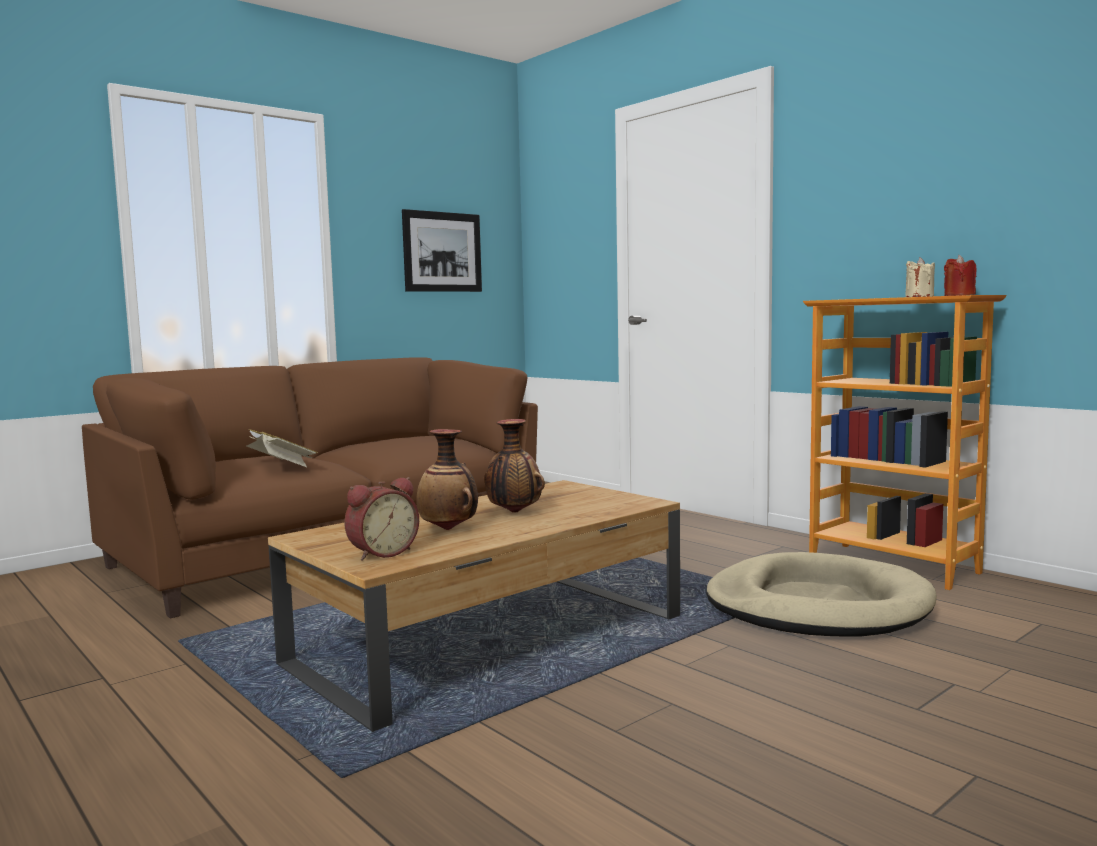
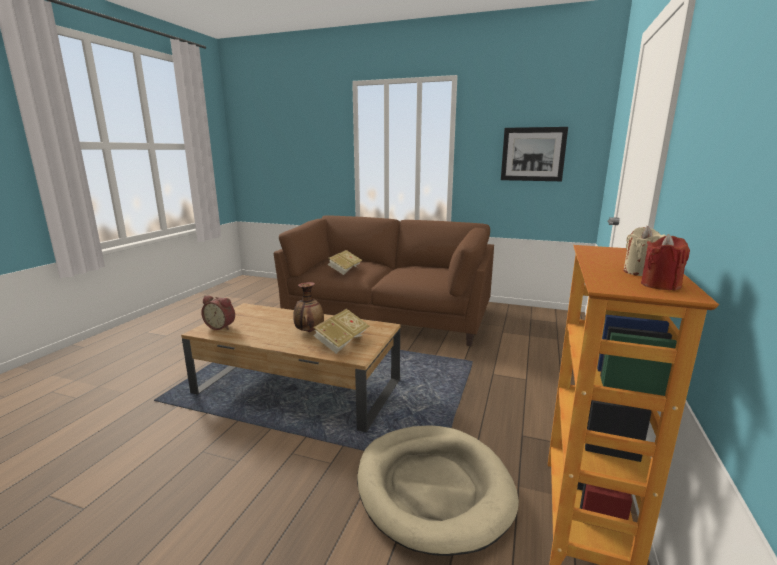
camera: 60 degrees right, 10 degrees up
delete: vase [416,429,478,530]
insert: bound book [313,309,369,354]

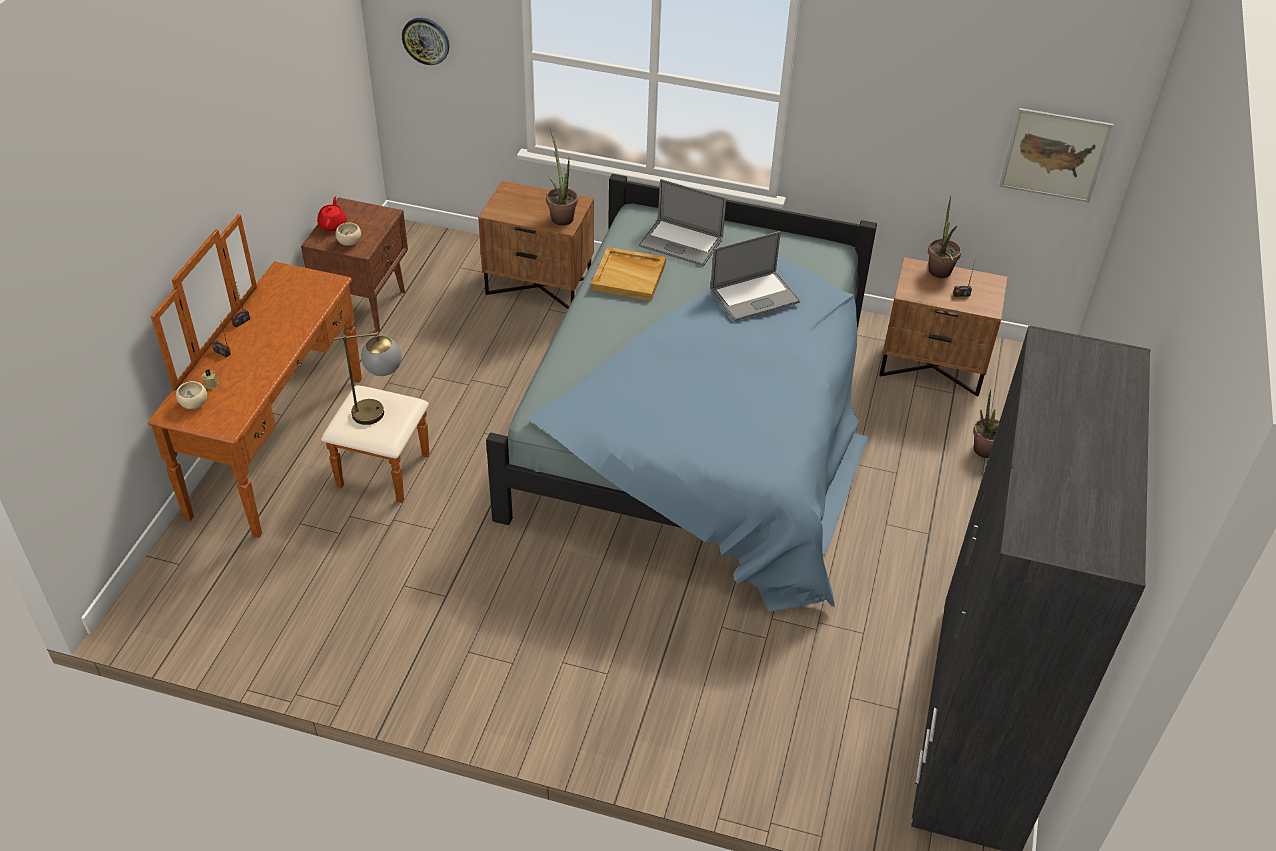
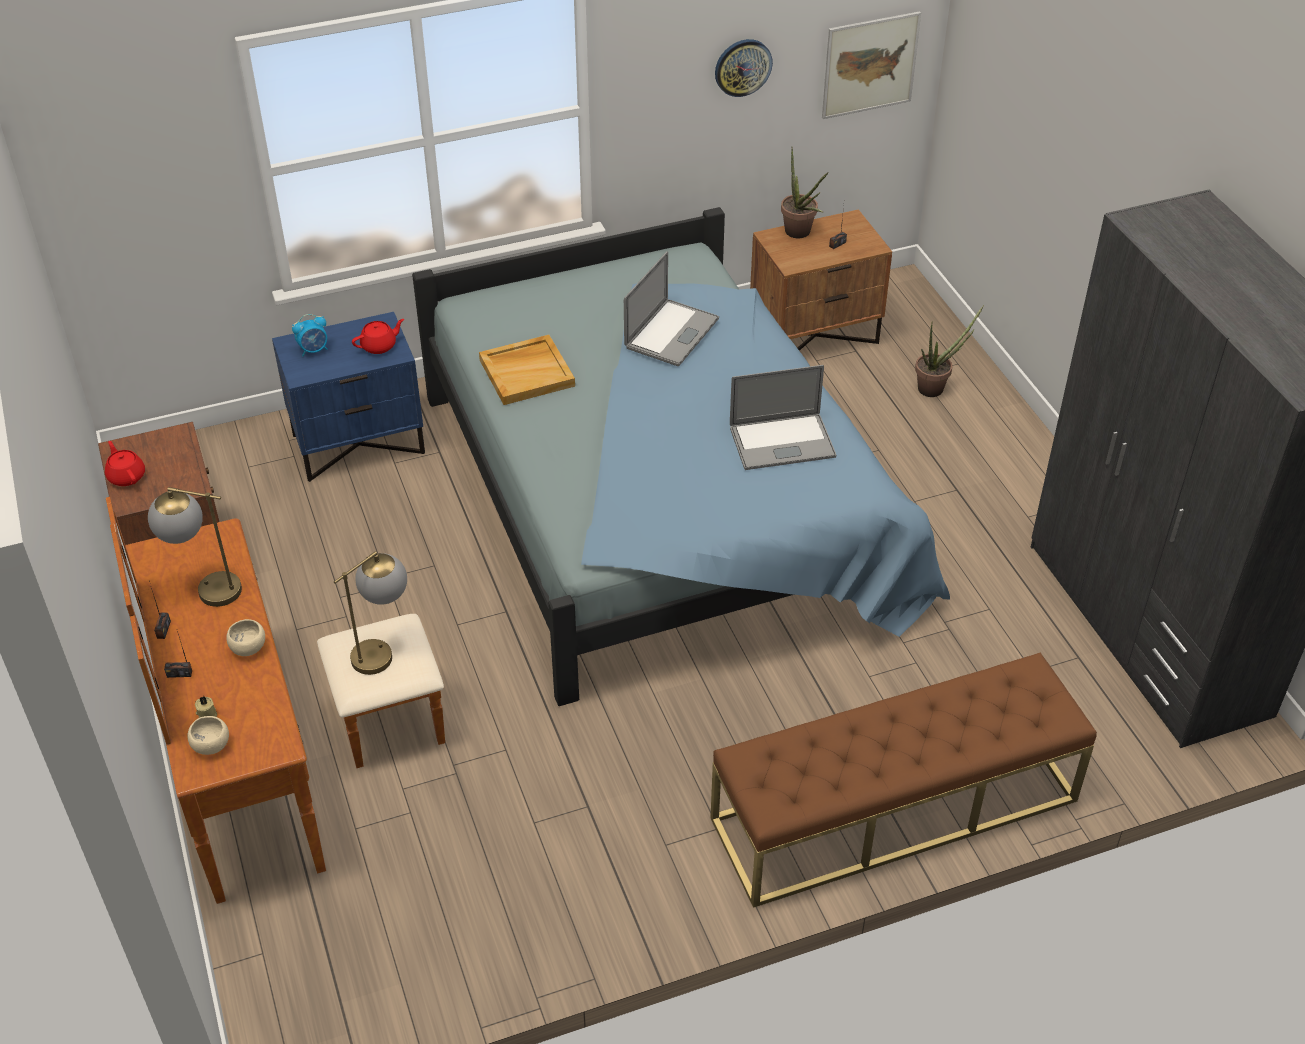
camera: 35 degrees left, 0 degrees up
insert: lamp for a table [148,487,242,607]; bedside clock [292,314,328,357]; brownish indoor bench [710,652,1097,908]
move: beige deep dish [336,223,361,246] to [226,619,265,656]; wall clock [402,18,449,65] to [715,39,773,97]; laptop [639,179,726,266] to [730,365,836,470]
replace: plant in a pot [546,128,578,226] to reddish pot for tea [352,319,404,354]
recolor: brownish nightstand [478,181,594,309] to blue nightstand [272,312,425,482]

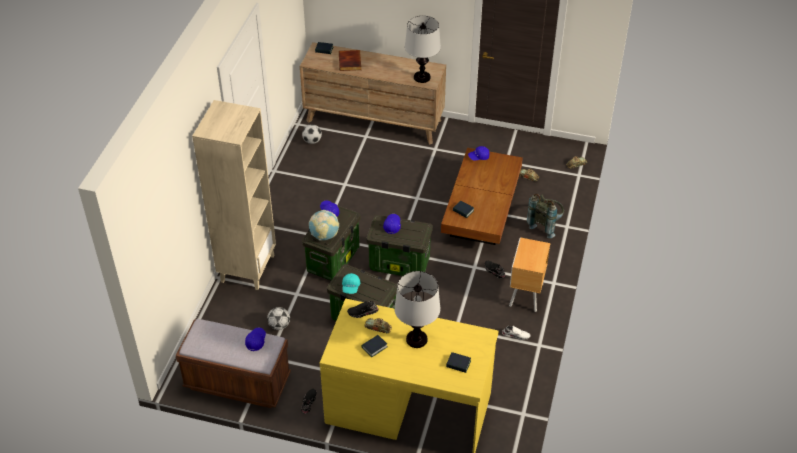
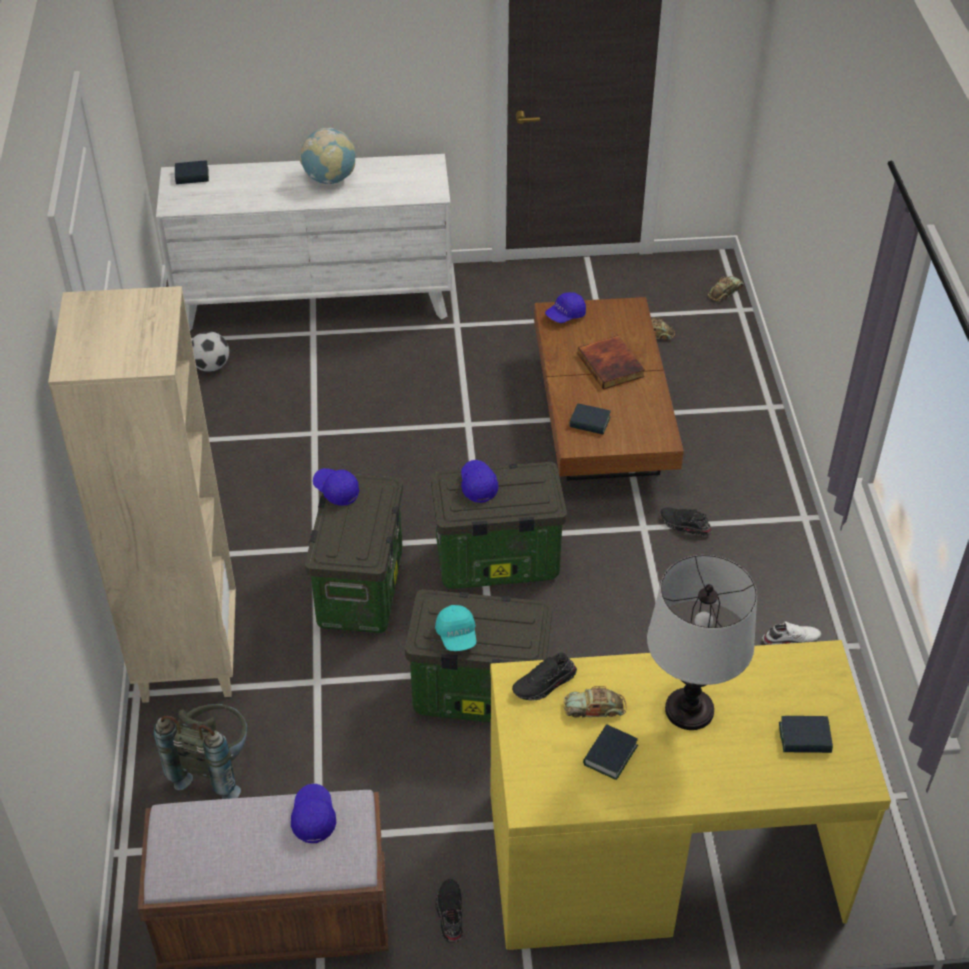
camera: 20 degrees left, 0 degrees up
delete: football ball [267,307,290,330]; lamp for a table [405,16,441,83]; brownish nightstand [509,238,550,312]
move: greyish backpack [527,194,564,239] to [154,704,247,799]; globe [309,210,339,240] to [299,128,355,184]; bound book [339,50,361,71] to [578,335,645,389]
recolor: brownish drawer chest [300,42,446,144] to white-coloured drawer chest [156,154,452,331]

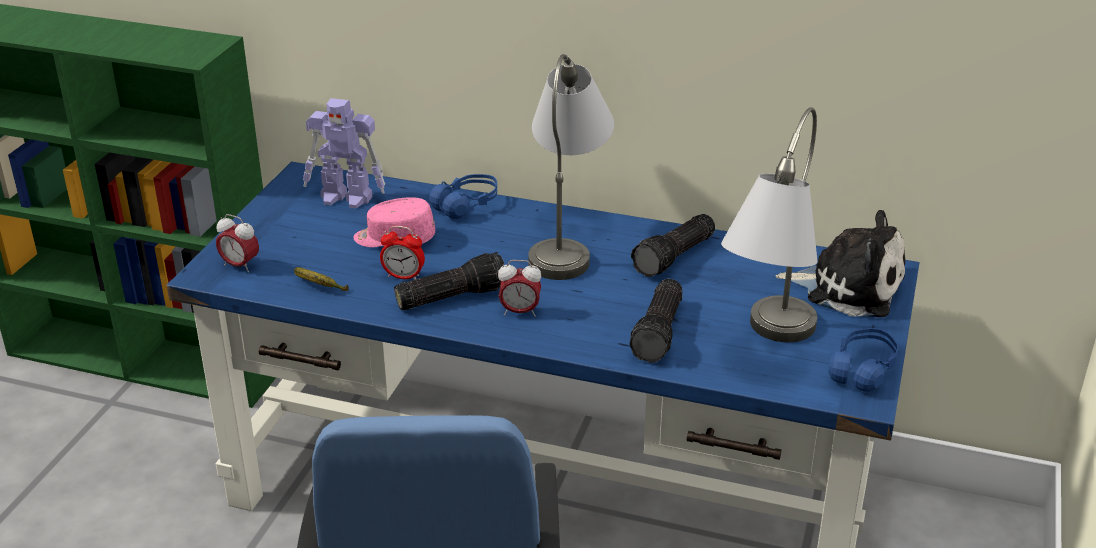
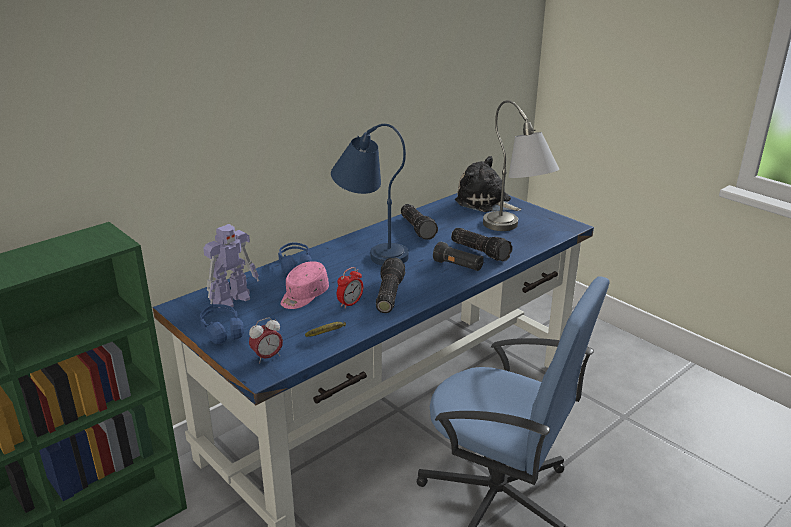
camera: 60 degrees left, 5 degrees down
delete: bedside clock [498,260,541,317]
insert: black-coloured hand torch [433,242,484,271]
move: blue headphones [829,328,899,392] to [200,304,244,344]
recolor: greyish lamp for a table [528,54,614,280] to blue lamp for a table [331,124,409,265]
rotate: soft toy [775,210,905,317] = [455,156,521,212] 105 degrees counterclockwise

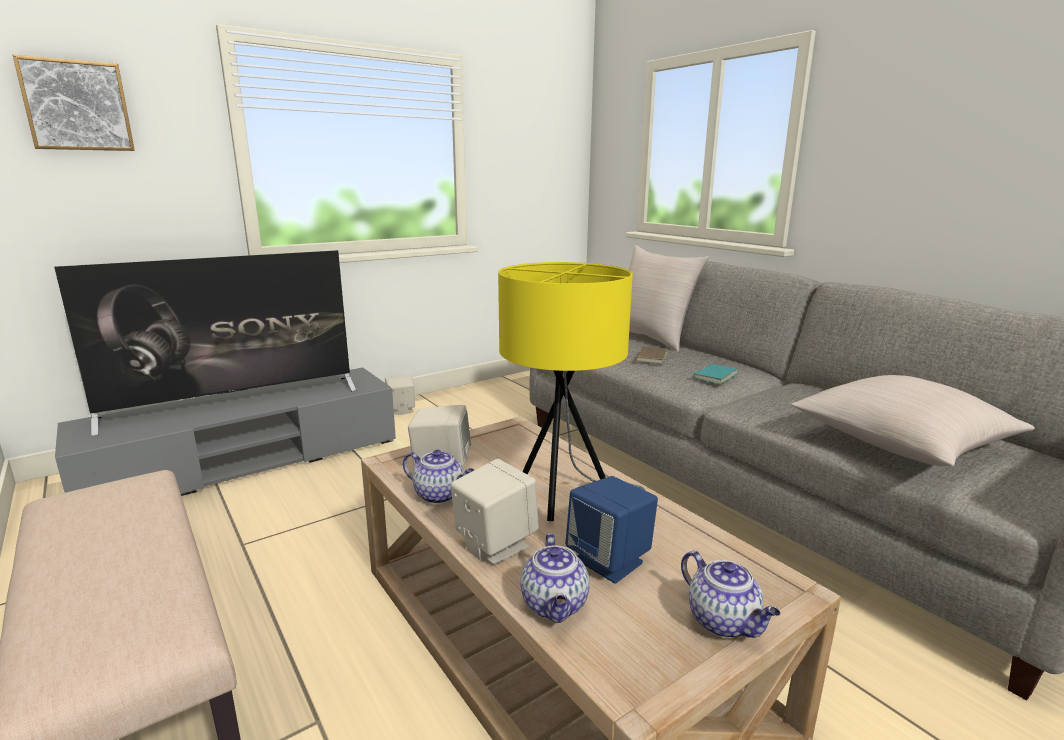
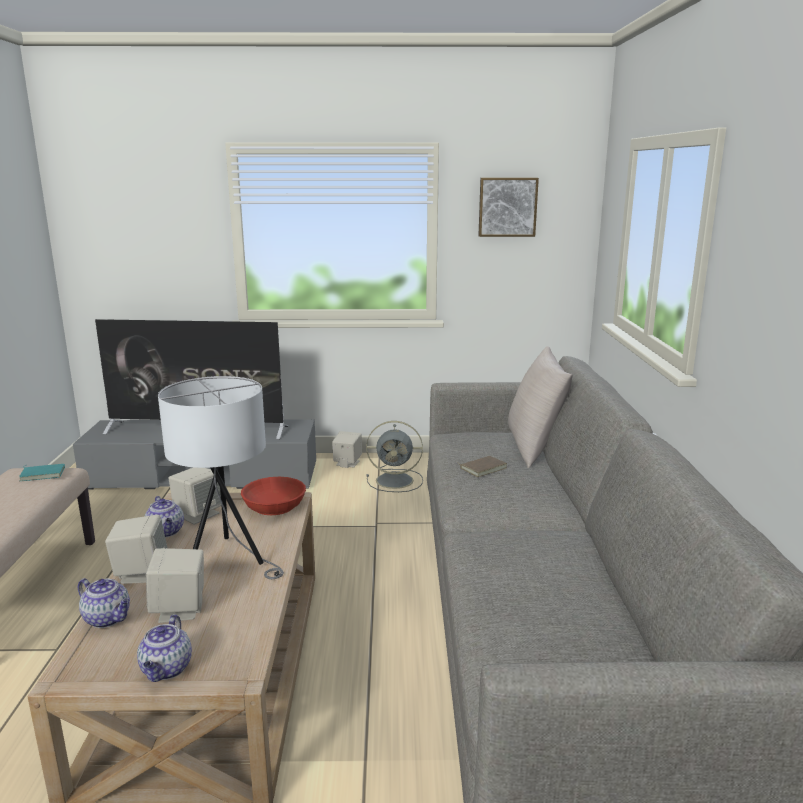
camera: 35 degrees right, 0 degrees up
delete: beige throw pillow [791,375,1035,466]
insert: reddish deep dish [241,477,306,515]; greyish fan [366,421,423,492]
move: turquoise bound book [690,364,738,384] to [19,464,65,481]; wall picture [13,55,135,151] to [478,178,539,237]
recolor: blue loudspeaker [565,476,658,583] to beige loudspeaker [146,548,204,623]; yellow-coloured lamp for a table [498,262,646,521] to white-coloured lamp for a table [158,376,284,579]
rotate: pot for tea [520,533,590,623] = [78,578,130,628] 90 degrees counterclockwise

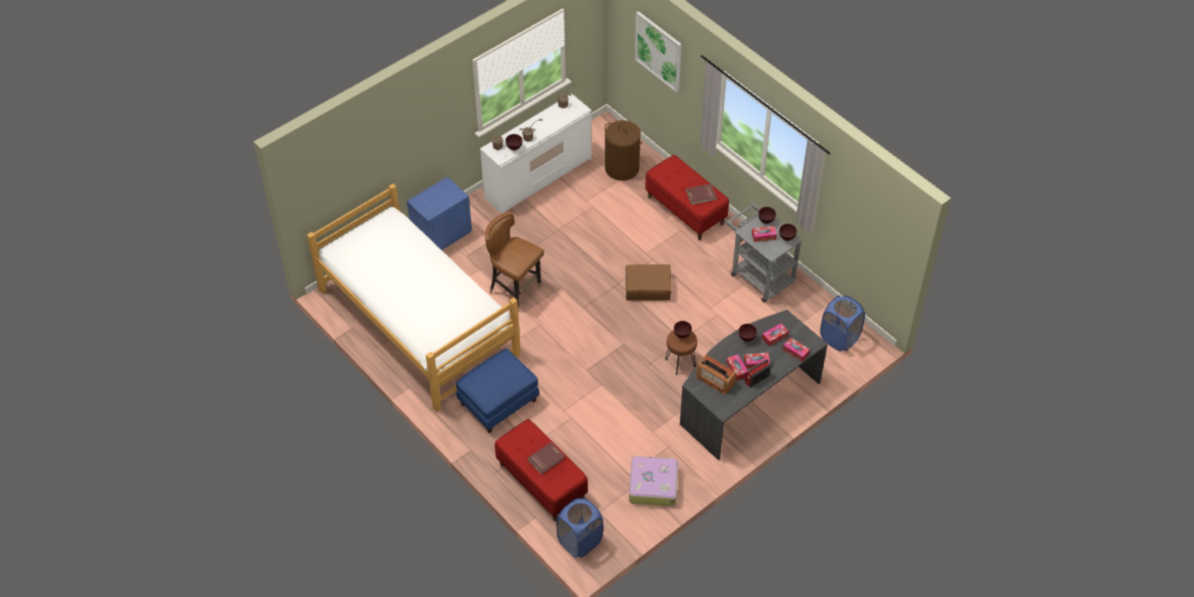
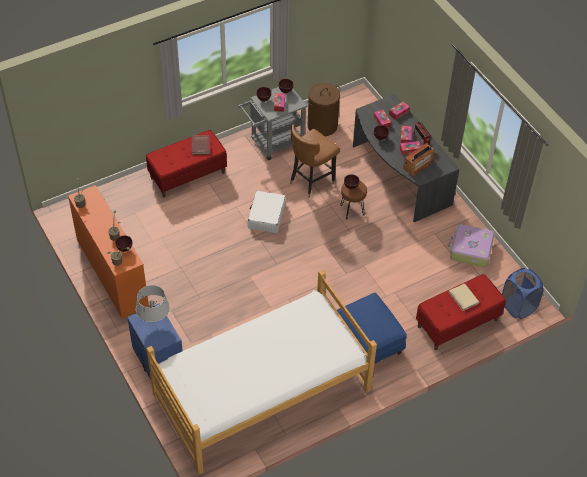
camera: 80 degrees left, 0 degrees up
delete: wall picture [635,11,682,93]; blue laundry basket [820,296,865,351]
insert: greyish lamp for a table [136,285,170,322]
move: brownish plain chair [485,212,544,308] to [290,124,340,199]; brownish laundry basket [604,120,642,181] to [307,83,340,136]
recolor: white-coloured drawer chest [480,94,592,214] to orangey drawer chest [68,185,149,318]; brownish suitcase [626,264,671,300] to white-coloured suitcase [248,191,286,233]; reddish bound book [528,442,565,474] to beige bound book [449,283,479,311]

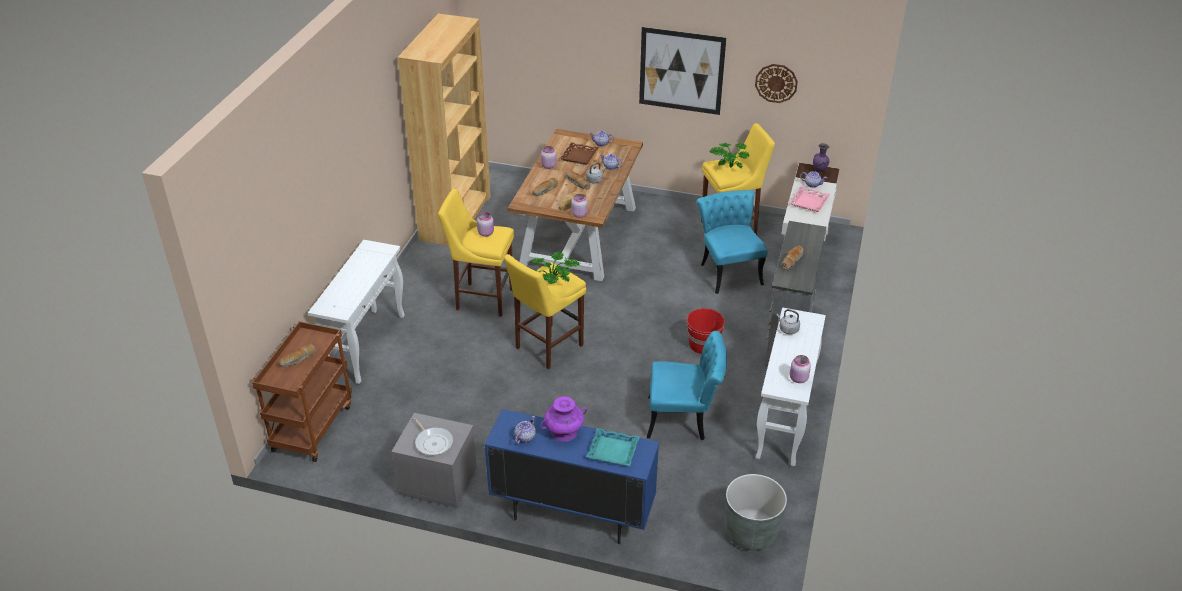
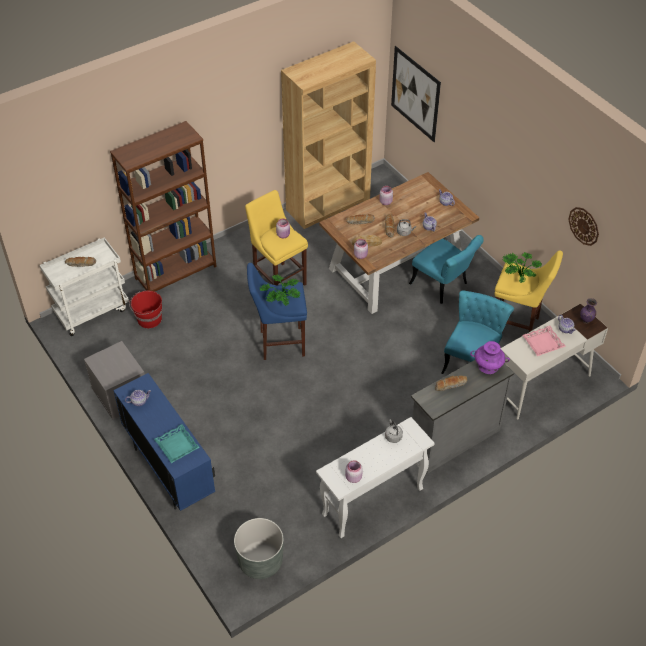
camera: 40 degrees right, 10 degrees up
delete: frying pan [414,418,453,455]; brownish carrying tray [560,142,598,165]
move: reddish pail [686,308,725,354] to [129,291,162,328]; wall picture [639,27,726,115] to [391,46,441,142]; turquoise plain chair [647,331,727,440] to [409,235,484,304]; purplish vase [540,396,587,442] to [470,341,510,374]
replace: white-coloured narrow table [308,240,405,384] to brownish bookcase [110,121,217,292]
recolor: brownish trolley [252,321,352,462] to white-coloured trolley [40,237,129,336]; yellow-coloured stool seat [504,254,586,369] to blue stool seat [247,263,307,360]

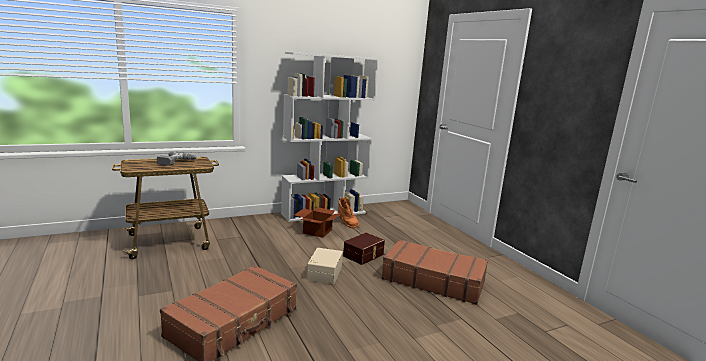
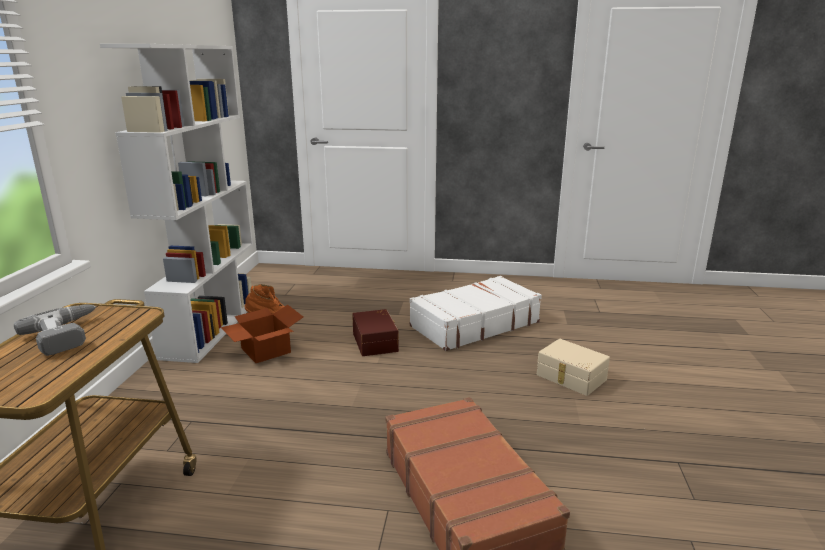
camera: 55 degrees left, 5 degrees up
move: beige storage container [307,248,343,284] to [537,339,610,396]
recolor: brownish suitcase [381,239,488,305] to white-coloured suitcase [410,276,542,351]

